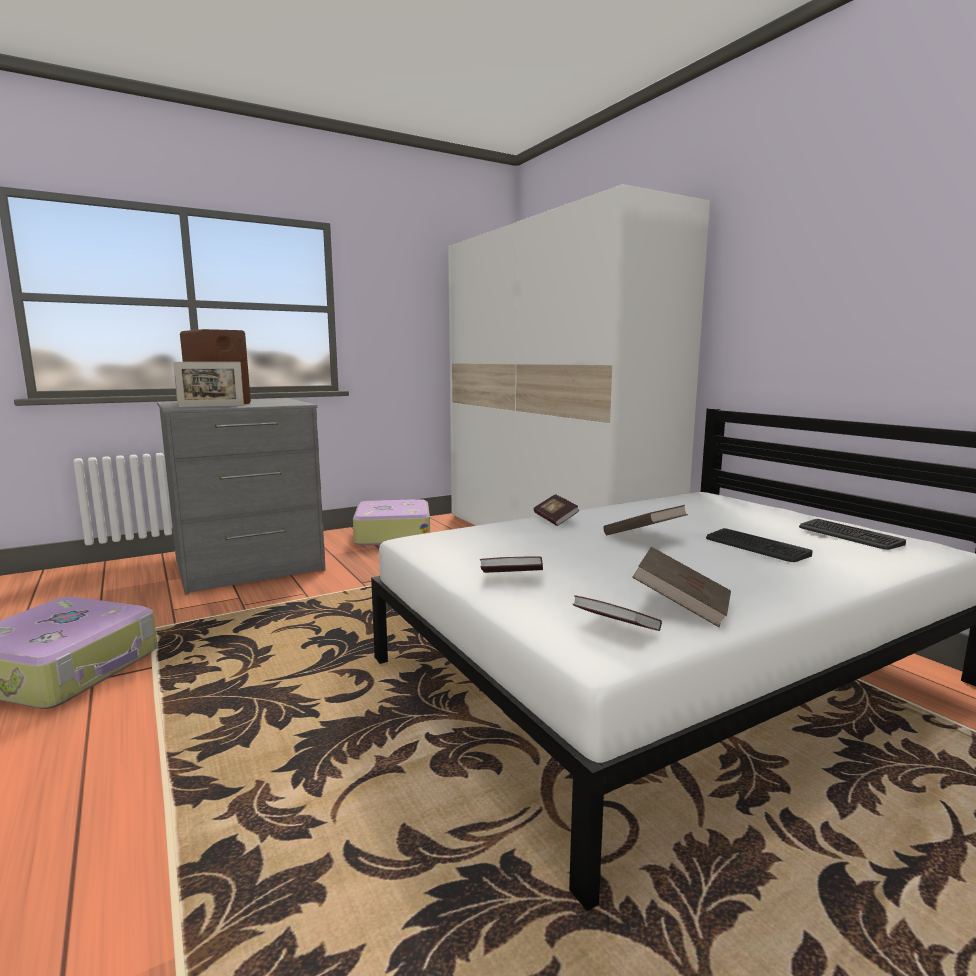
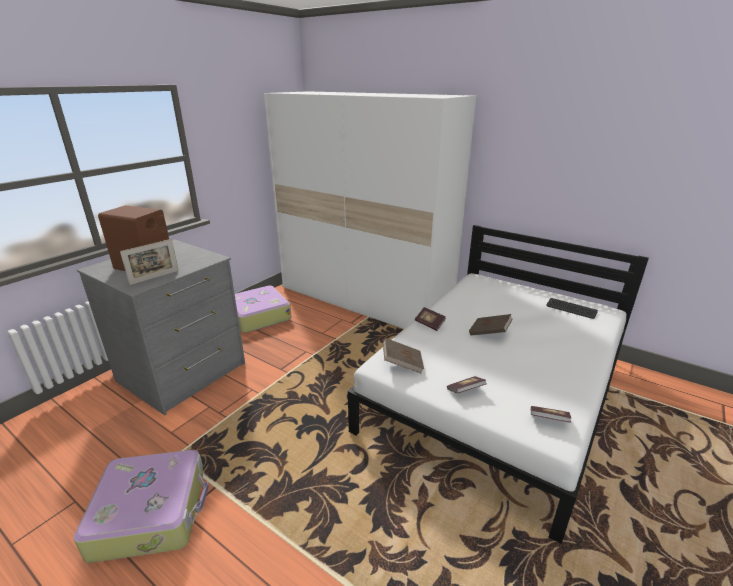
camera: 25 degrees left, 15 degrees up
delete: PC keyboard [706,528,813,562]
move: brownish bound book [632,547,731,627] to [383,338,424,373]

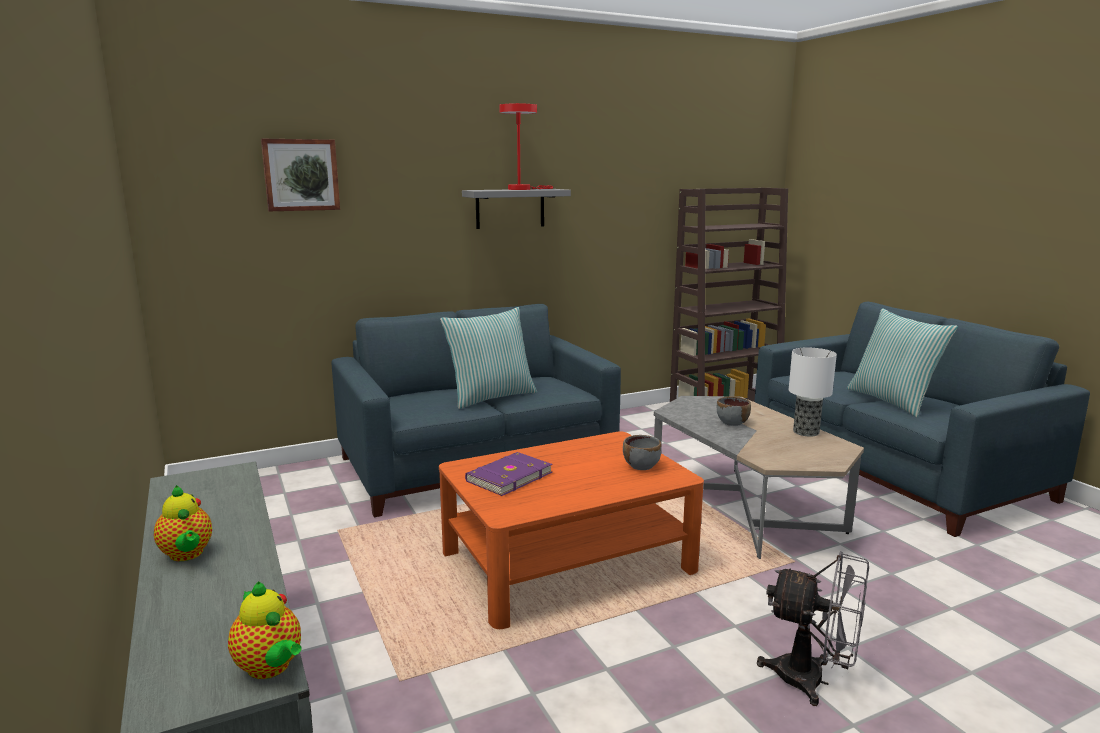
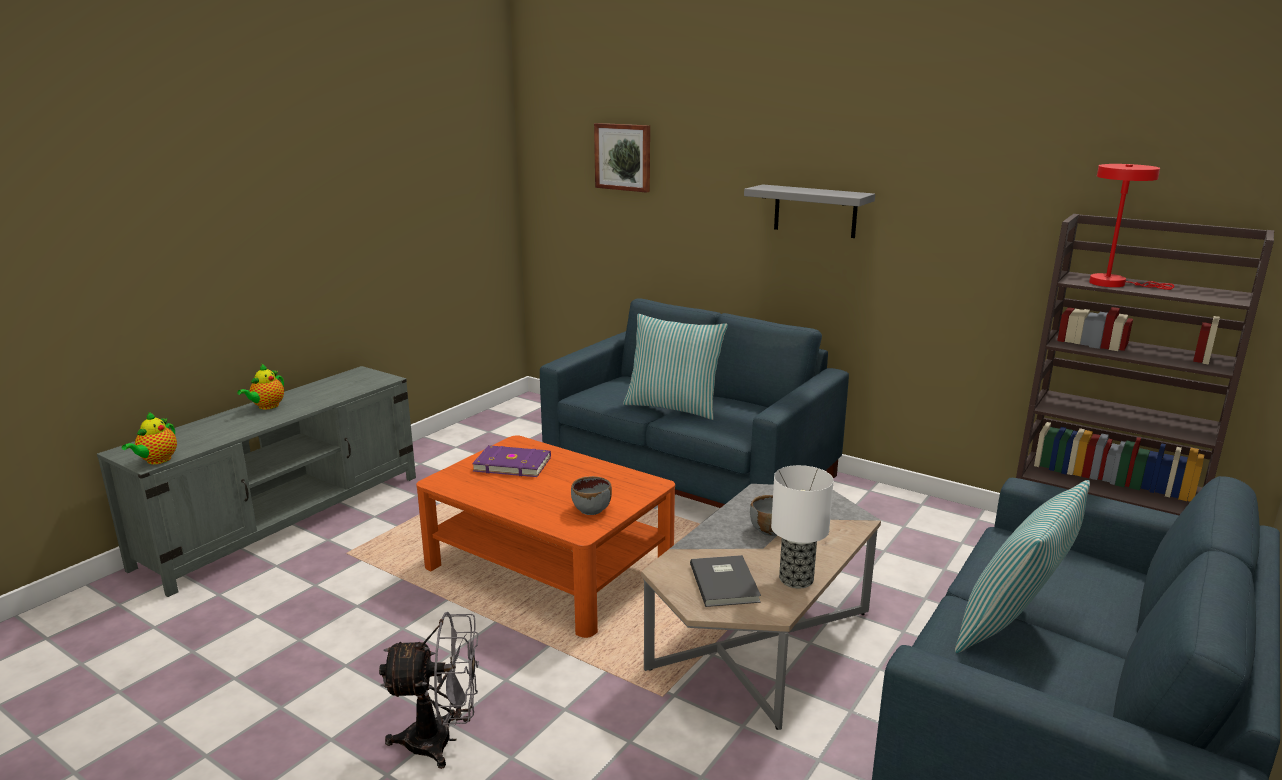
camera: 60 degrees right, 5 degrees up
insert: greyish bound book [690,555,761,607]
move: reddish lamp for a table [499,103,553,190] to [1089,164,1174,290]
rotate: greyish fan [757,551,869,706] = [379,612,479,769] 90 degrees counterclockwise

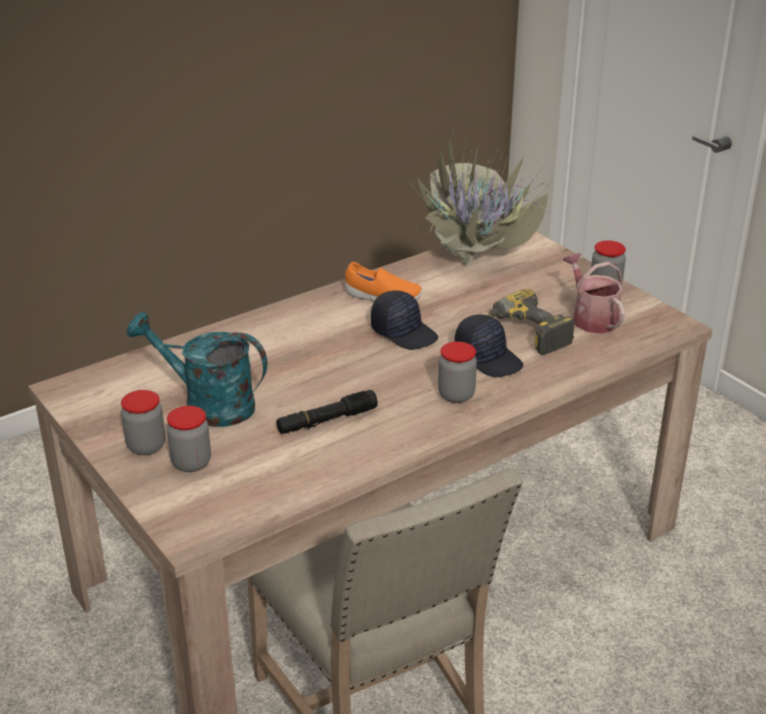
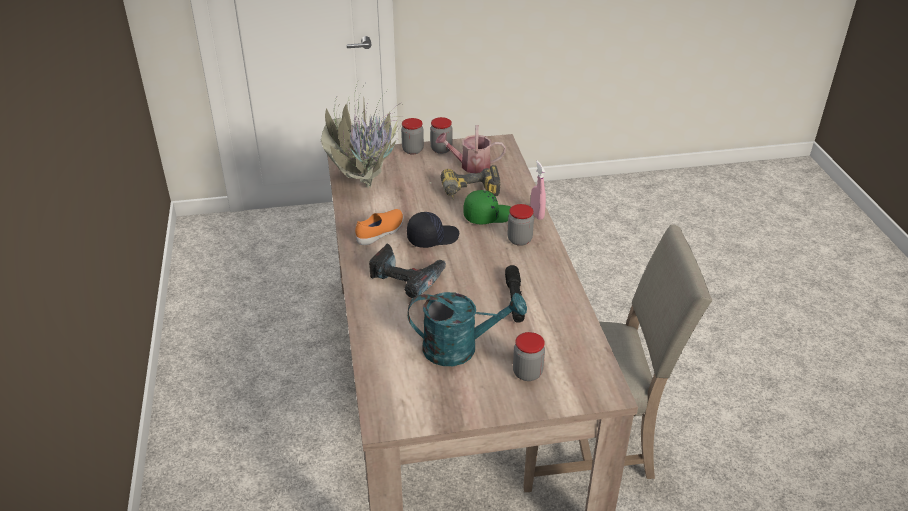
camera: 65 degrees left, 5 degrees up
insert: power drill [369,243,446,298]; pink spray bottle [530,160,546,220]
move: preserve jar [121,390,165,455] to [401,118,424,154]
recolor: black-coloured baseball cap [454,315,523,377] to green baseball cap [463,190,511,225]
rotate: turquoise sprinkling can [127,312,267,427] = [408,292,527,366] 135 degrees counterclockwise

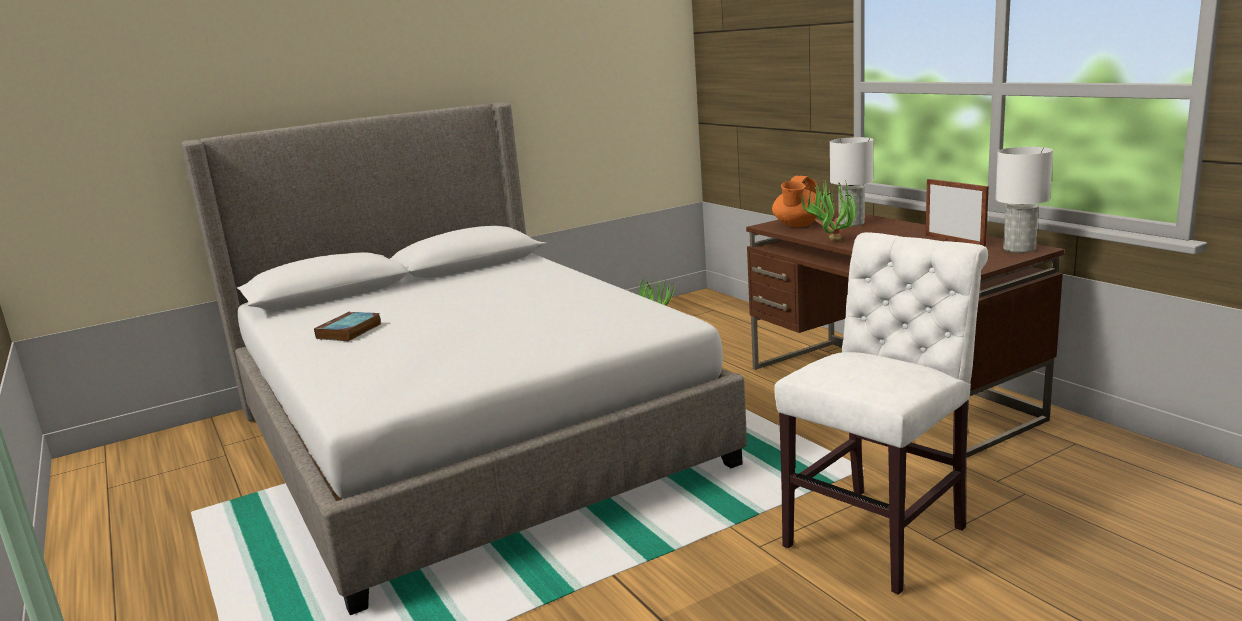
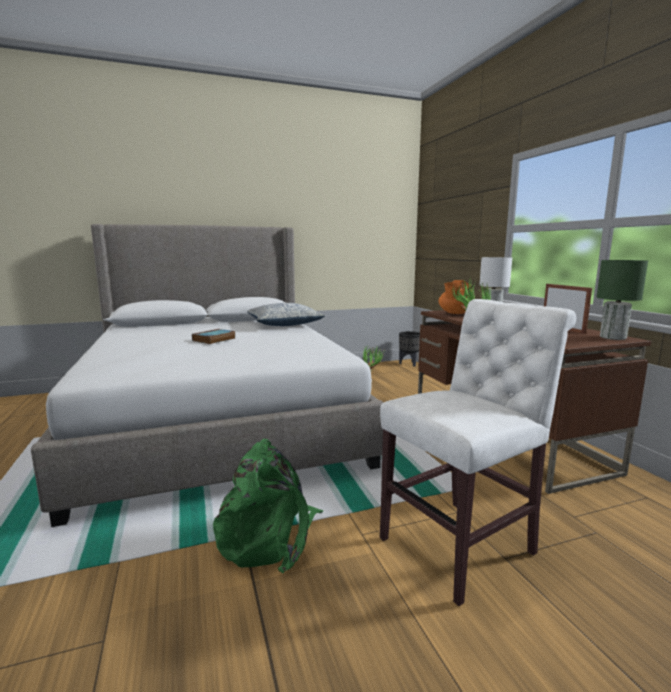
camera: 10 degrees right, 5 degrees down
insert: green backpack [213,439,324,573]; throw pillow [247,303,325,326]; black-coloured plant pot [399,331,420,366]
move: bound book [314,312,381,341] to [192,329,235,344]
recolor: white-coloured lamp for a table [995,147,1053,253] to green lamp for a table [596,260,648,340]

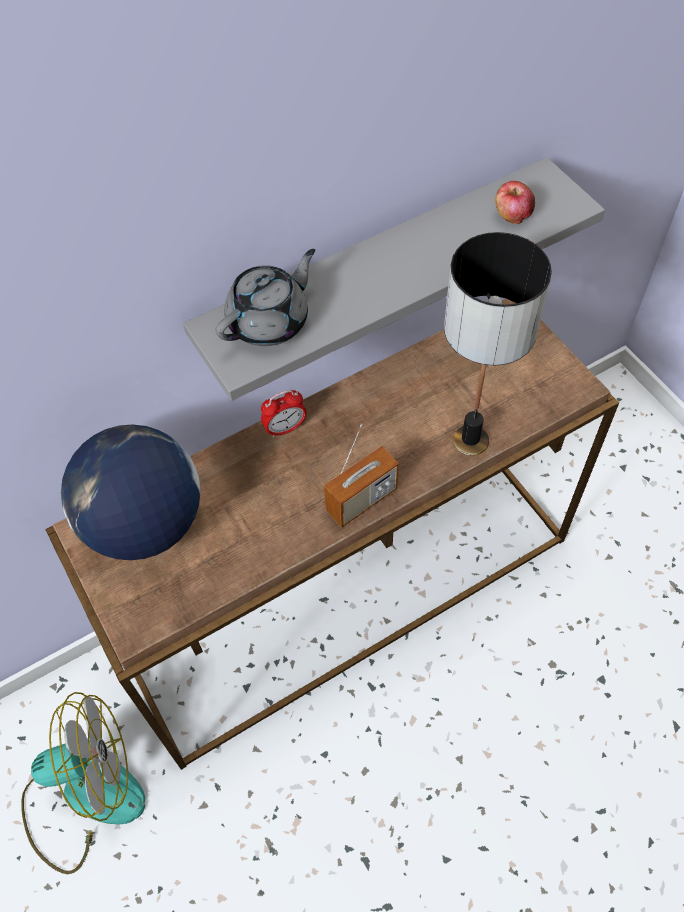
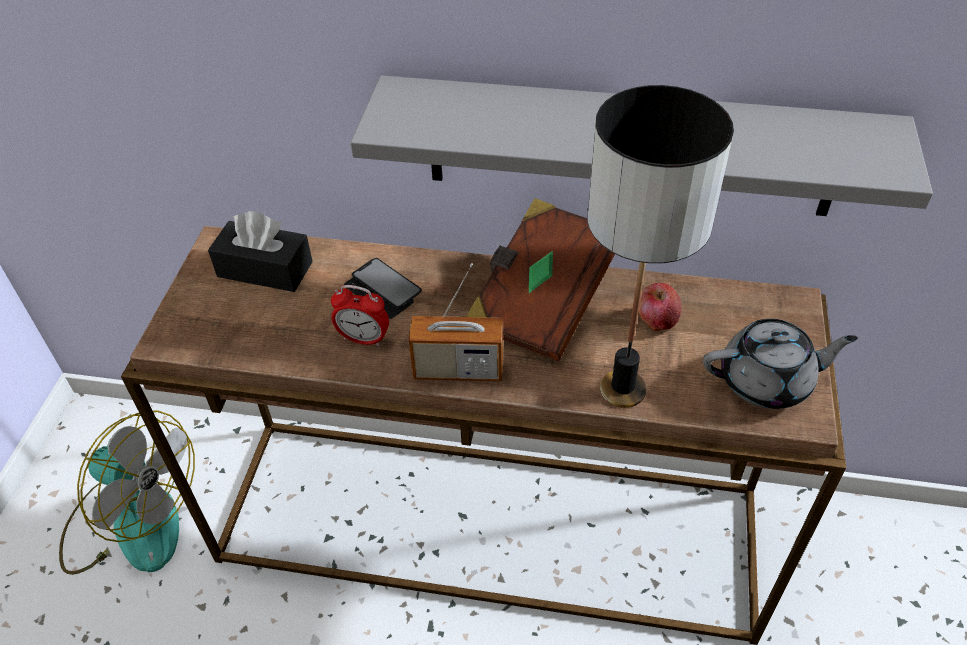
camera: 40 degrees right, 10 degrees down
insert: handset [344,258,422,319]; brownish bound book [466,198,615,361]
move: bedside clock [261,390,306,438] to [331,285,389,346]; whole apple [495,181,535,224] to [638,283,682,331]; greyish pot for tea [216,249,315,346] to [703,319,858,409]
replace: globe [61,424,200,560] to black-coloured tissue holder [208,211,313,292]

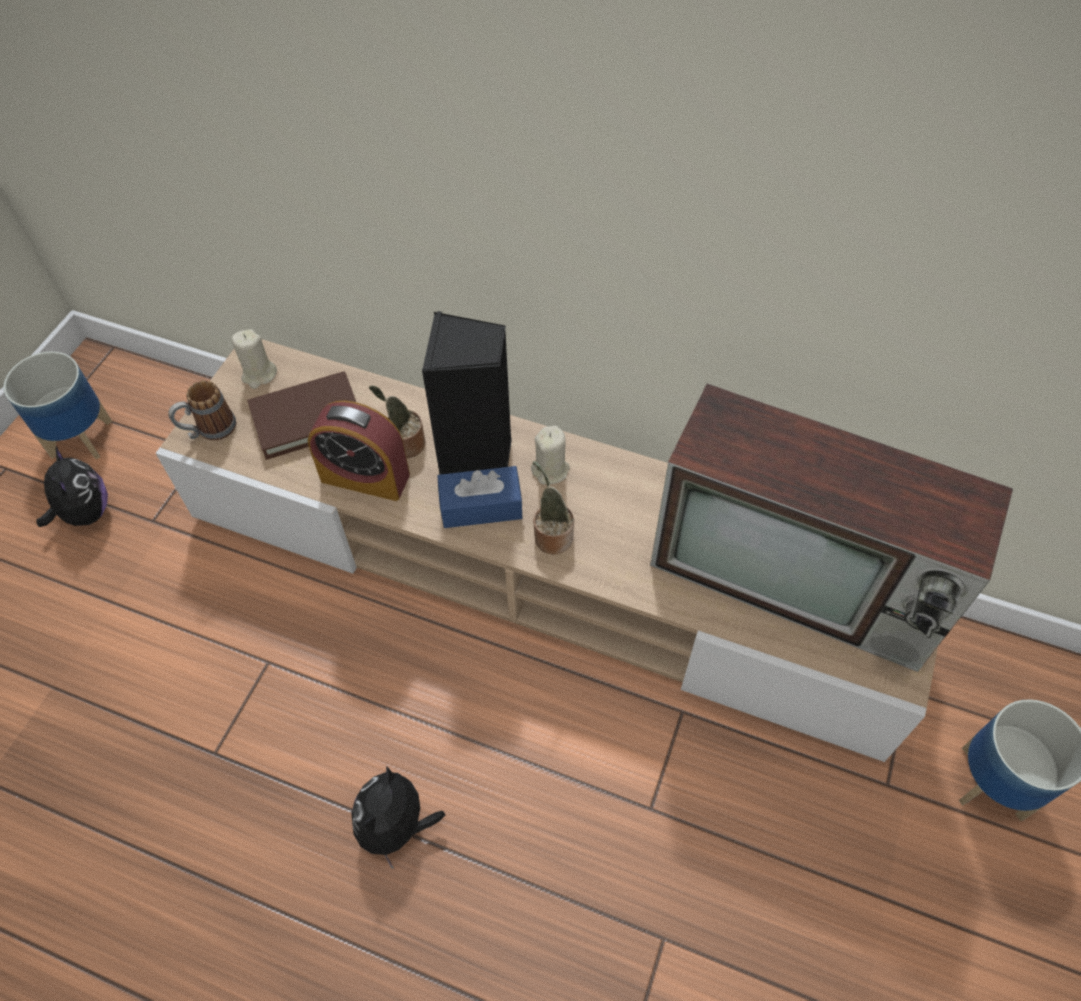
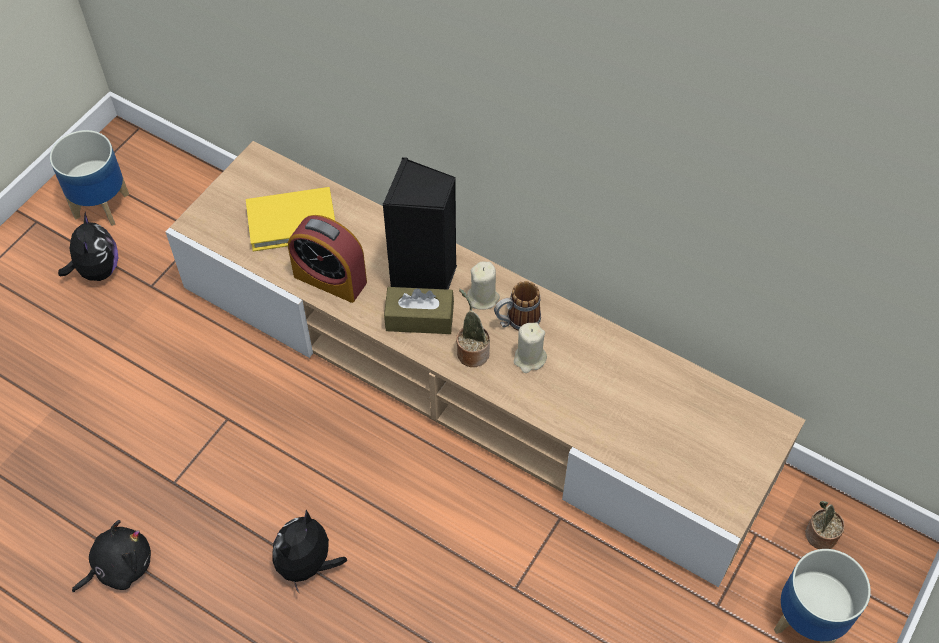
camera: 10 degrees right, 0 degrees up
delete: TV set [650,384,1013,672]
insert: black-coloured soft toy [72,520,151,592]
move: coffee mug [168,380,236,440] to [494,281,541,331]; beige wax light [232,329,277,389] to [514,323,547,373]; plant in a pot [369,385,426,458] to [805,501,845,549]
recolor: brownish bound book [247,371,356,460] to yellow-coloured bound book [246,187,335,251]; blue tissue holder [438,466,522,528] to brownish tissue holder [384,287,454,334]

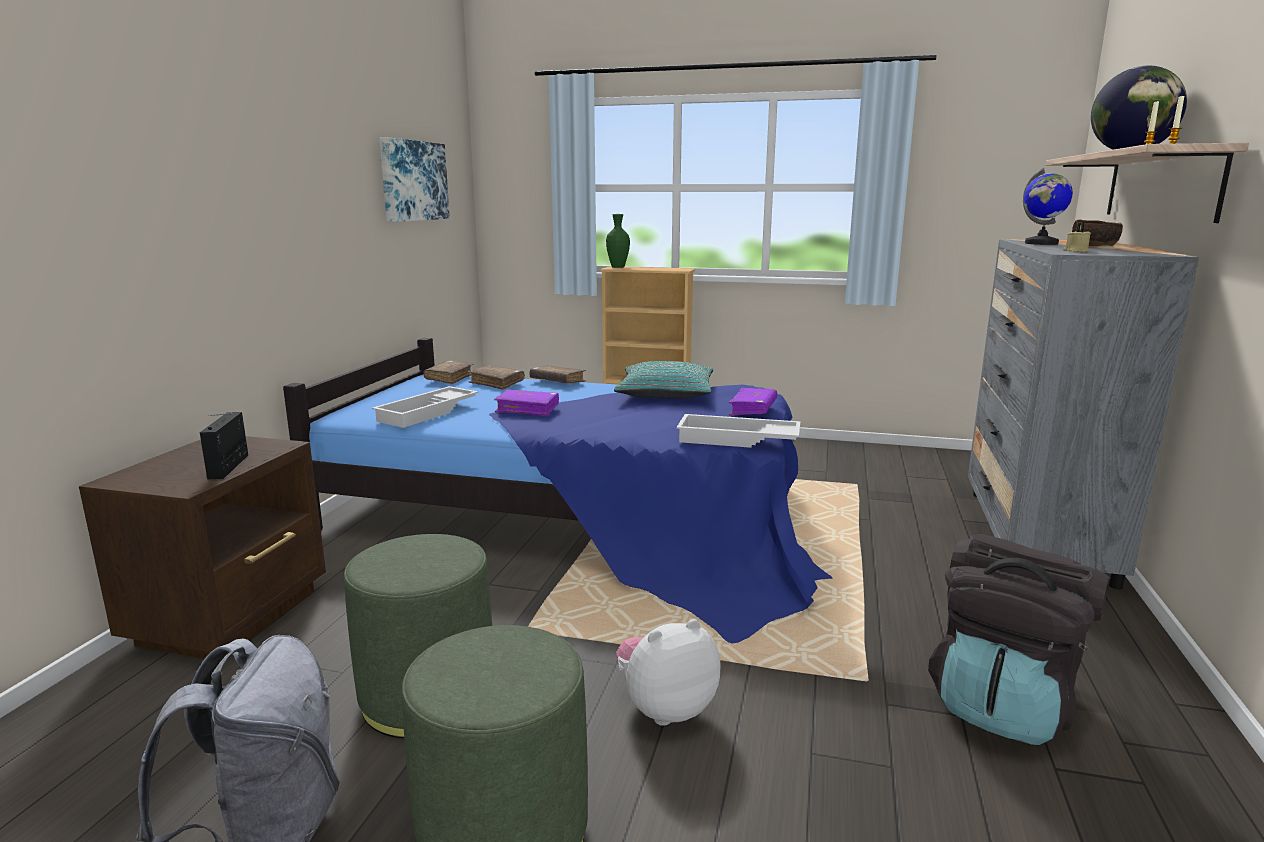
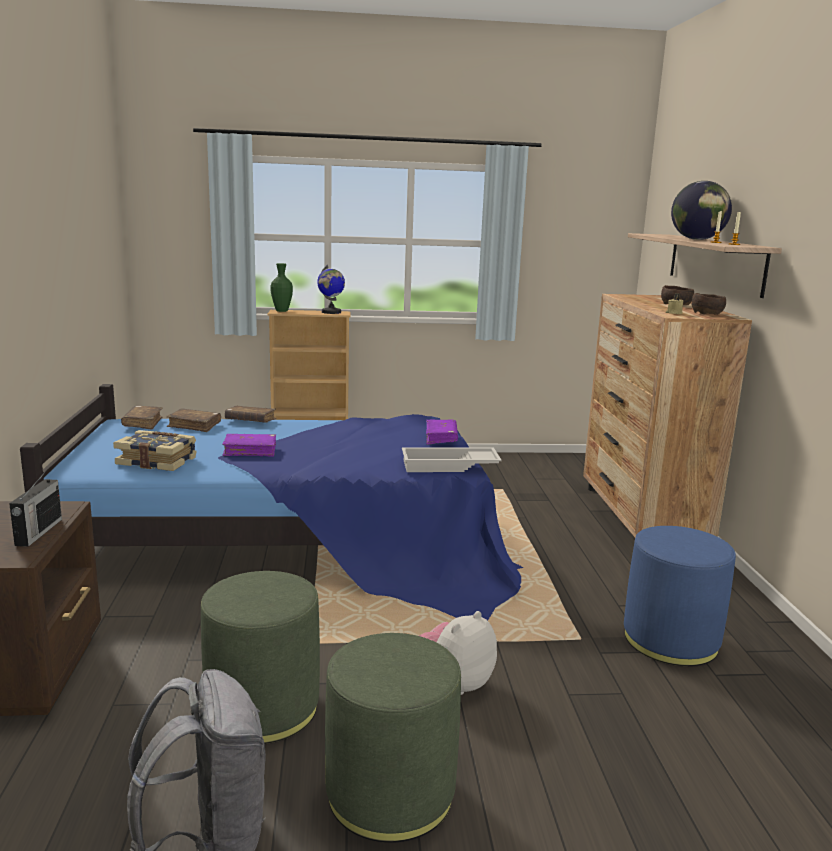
camera: 20 degrees left, 0 degrees up
delete: wall picture [379,137,450,222]; turquoise throw pillow [614,361,713,399]
insert: brownish deep dish [692,293,726,315]
move: globe [1023,168,1073,245] to [317,264,345,314]
replace: white-coloured carrying tray [372,386,478,428] to bound book [113,430,197,471]; black-coloured backpack [928,534,1110,745] to blue pouffe [624,526,736,666]
recolor: greyish drawer chest [968,239,1199,589] to brownish drawer chest [583,294,752,537]
rotate: radio receiver [199,412,248,479] = [9,471,62,547] 150 degrees counterclockwise

